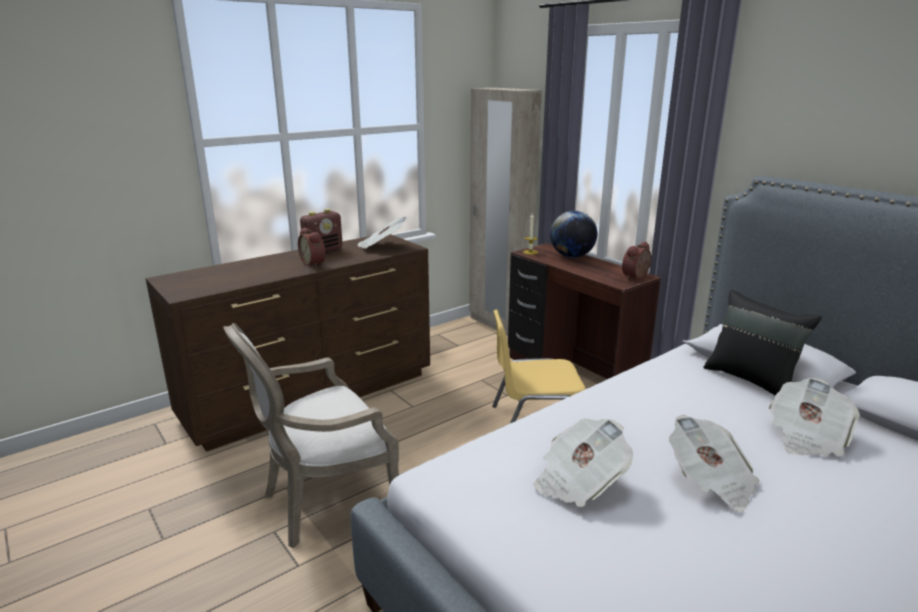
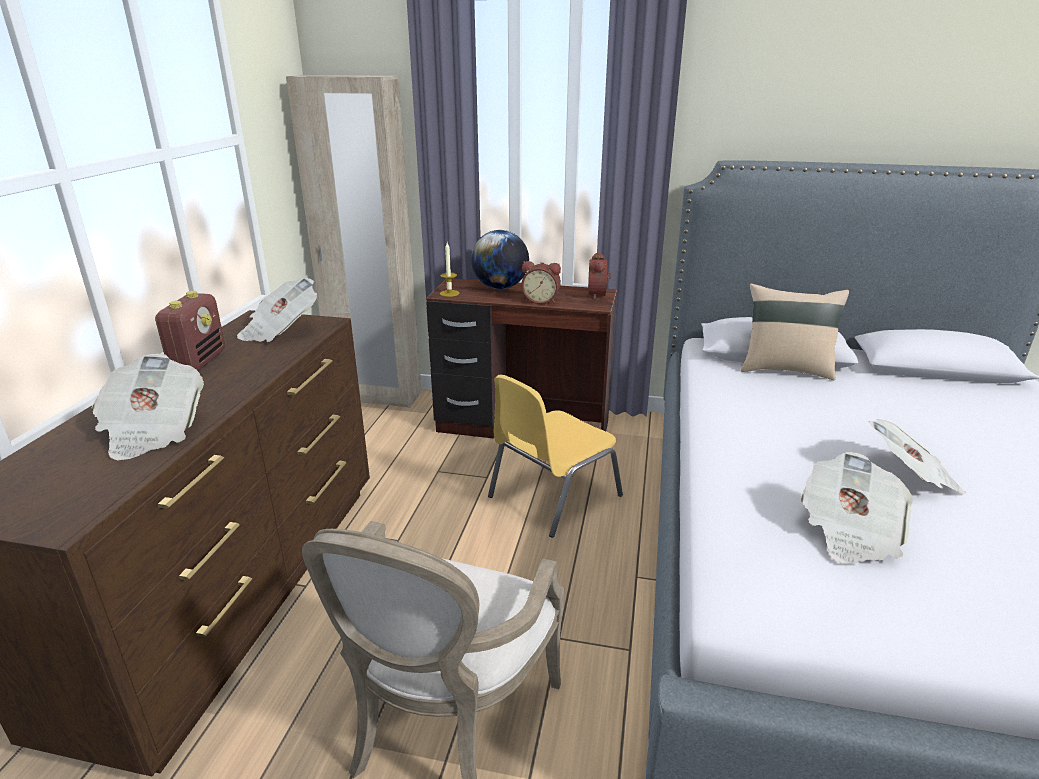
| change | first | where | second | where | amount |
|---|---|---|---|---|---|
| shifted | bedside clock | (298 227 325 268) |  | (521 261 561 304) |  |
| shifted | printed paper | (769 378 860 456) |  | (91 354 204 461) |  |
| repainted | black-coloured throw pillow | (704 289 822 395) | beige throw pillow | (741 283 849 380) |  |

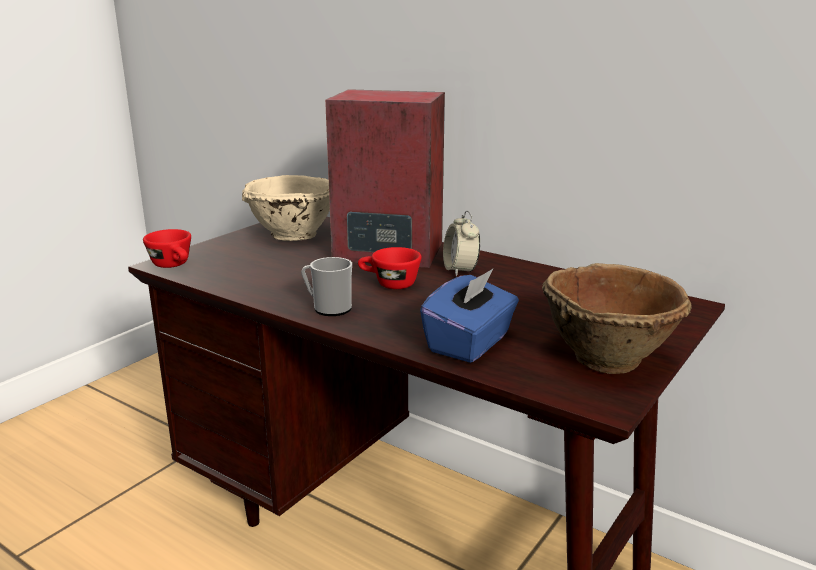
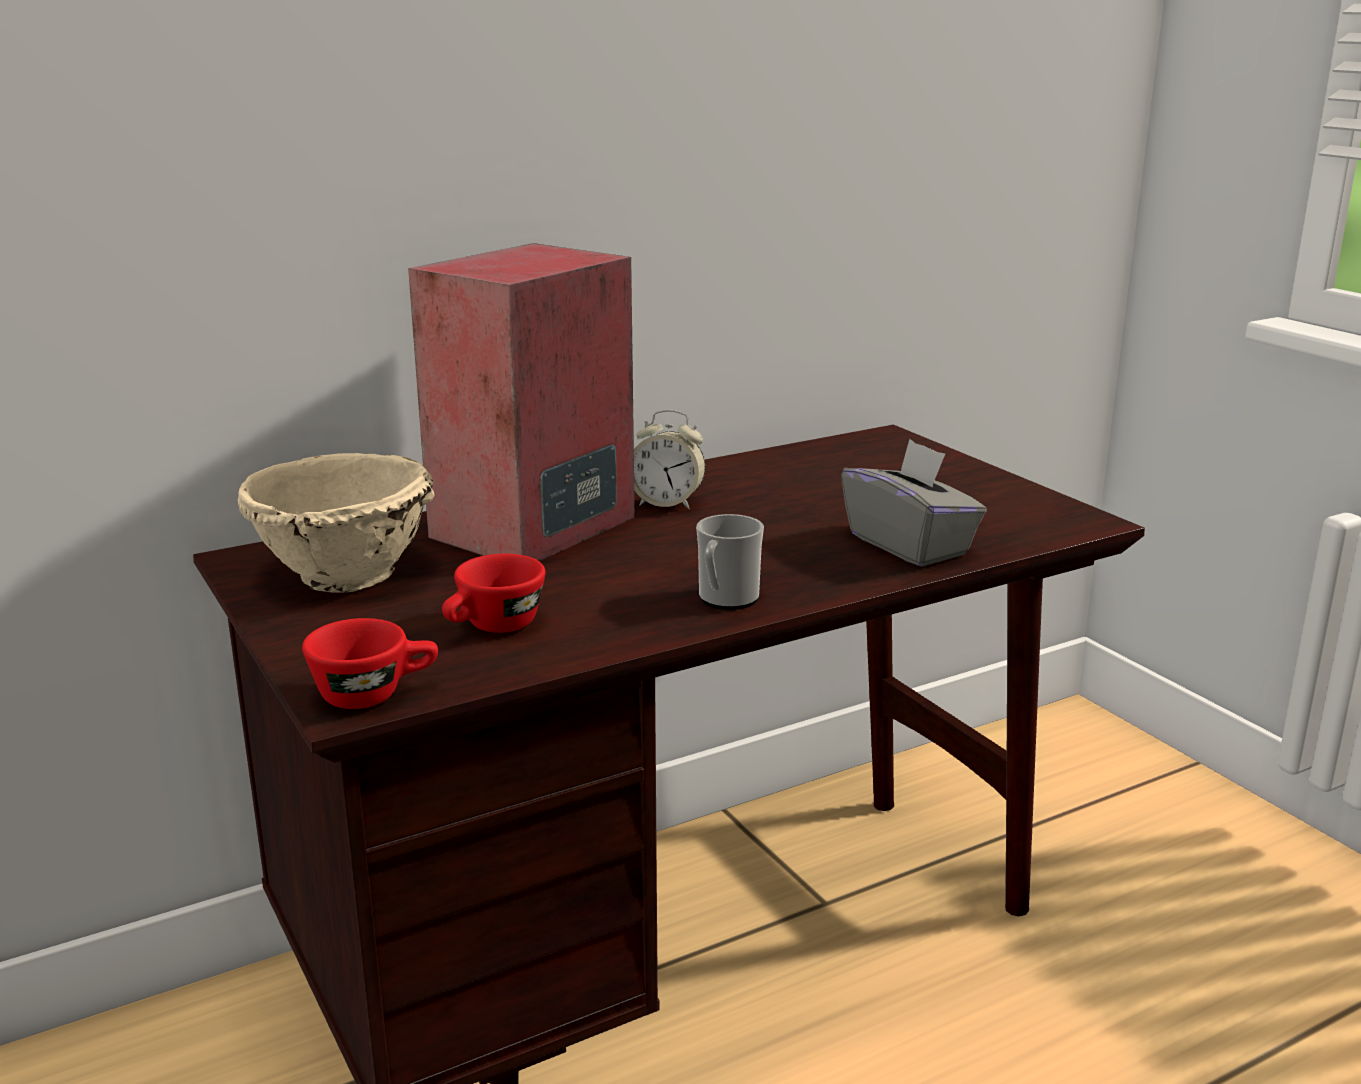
| change | first | where | second | where | amount |
|---|---|---|---|---|---|
| gone | brown-coloured deep dish | (542 263 692 374) |  |  |  |
| shifted | red drinking cup | (358 247 421 289) |  | (442 554 545 633) |  |
| repainted | blue box of tissues | (420 268 519 363) | grey box of tissues | (841 439 987 567) |  |

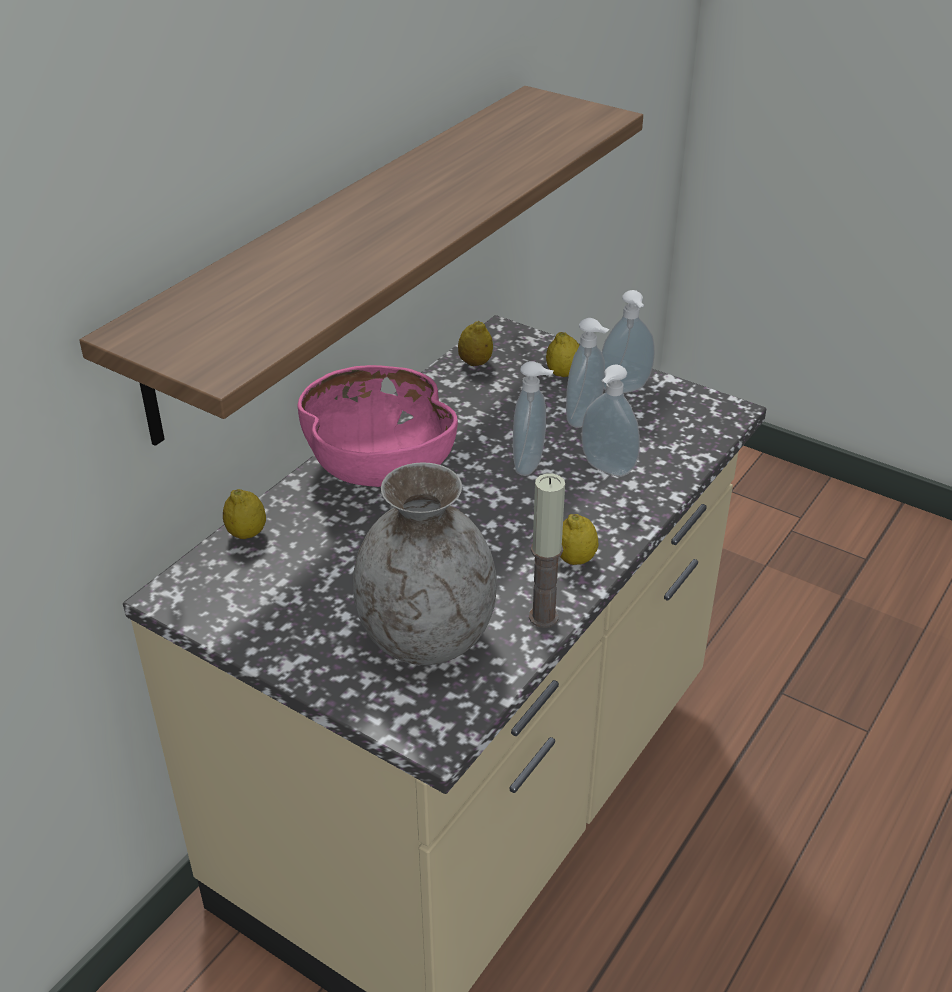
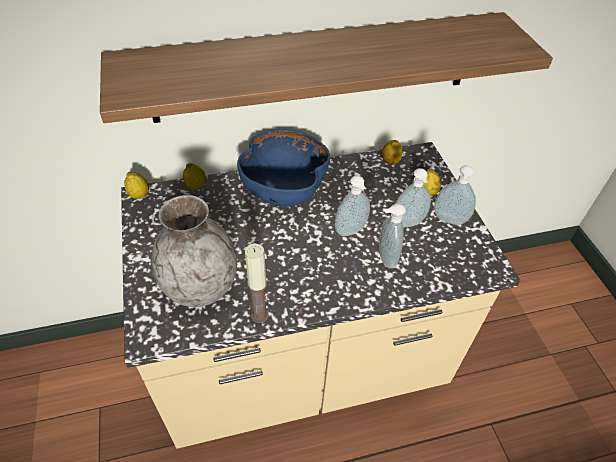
| change | first | where | second | where | amount |
|---|---|---|---|---|---|
| shifted | lemon | (560 514 598 565) |  | (124 171 149 199) |  |
| repainted | pink deep dish | (297 365 458 487) | blue deep dish | (237 129 330 207) |  |

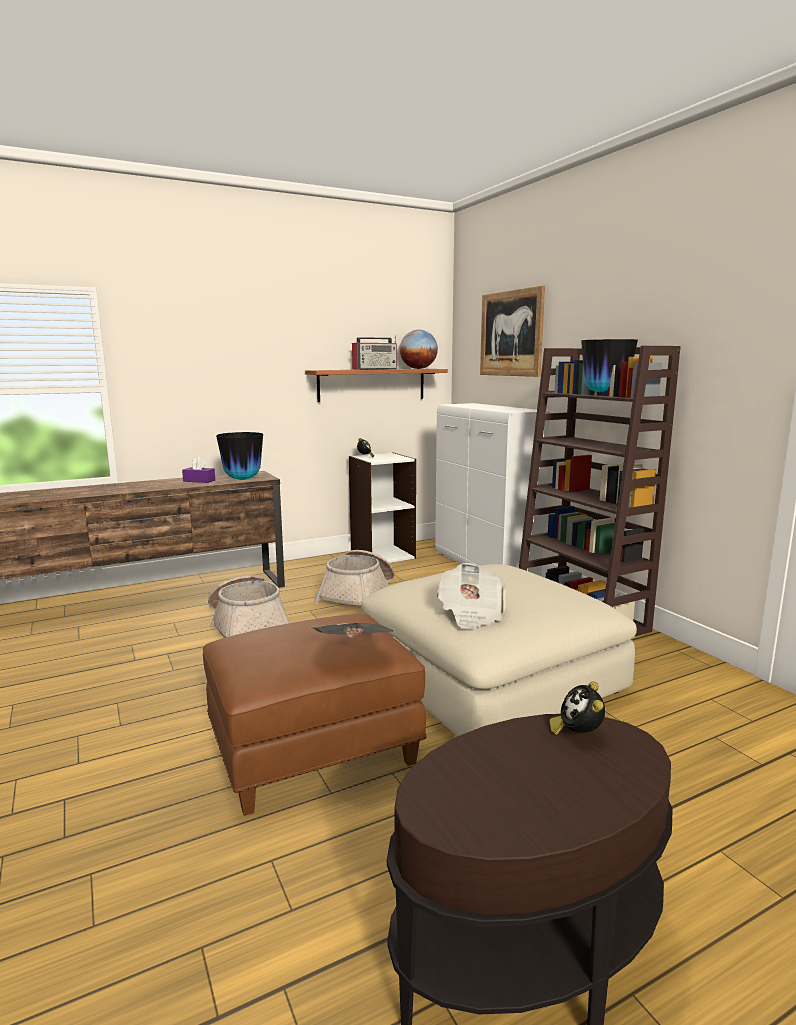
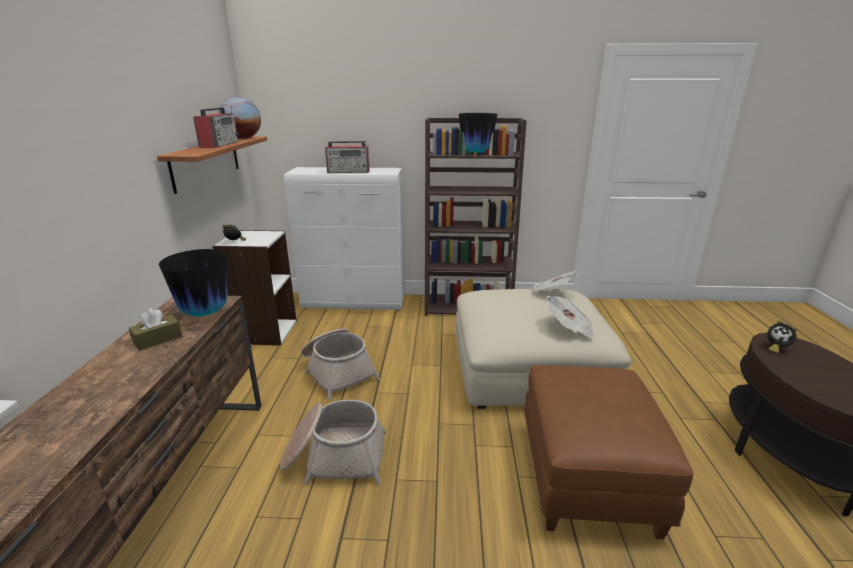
| change | first | where | second | where | amount |
|---|---|---|---|---|---|
| gone | picture | (480 286 545 377) |  |  |  |
| new |  |  | radio receiver | (325 140 370 173) |  |
| shifted | printed paper | (310 623 393 638) |  | (533 271 579 292) |  |
| repainted | purple box of tissues | (182 457 215 483) | brown-coloured box of tissues | (129 308 182 351) |  |

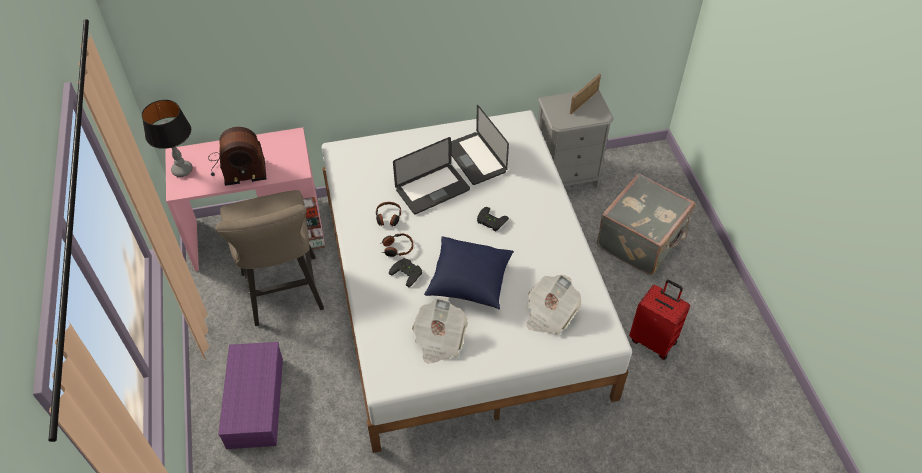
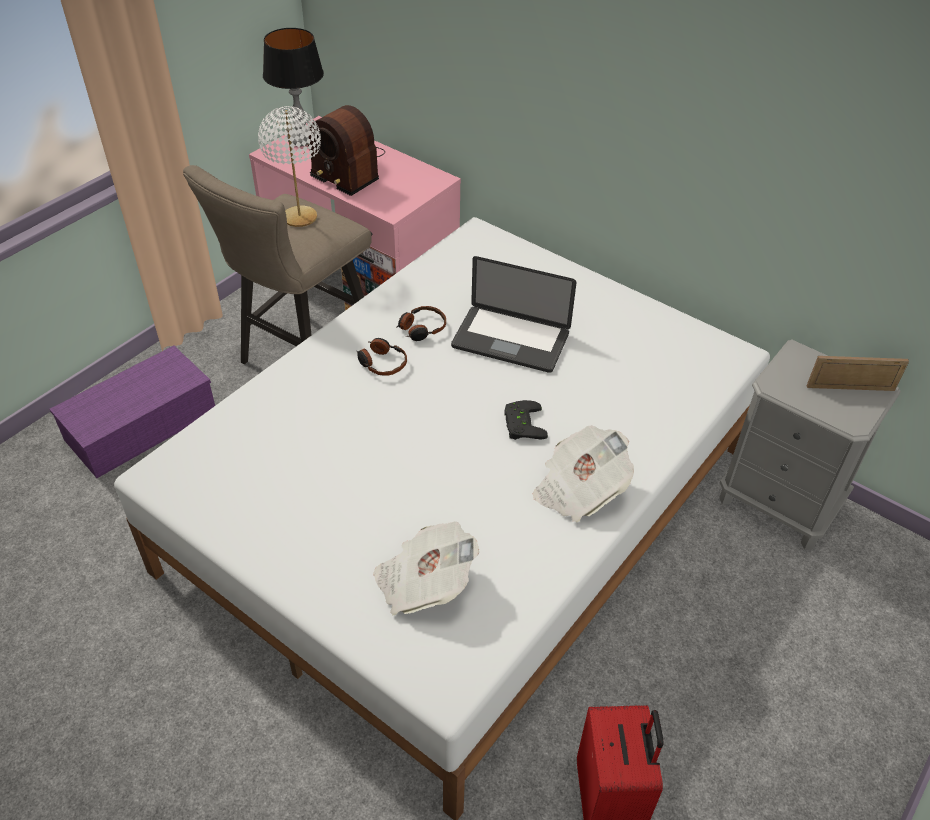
| change | first | where | second | where | amount |
|---|---|---|---|---|---|
| gone | black-coloured gamepad | (389 258 422 287) |  |  |  |
| gone | blue throw pillow | (424 236 514 310) |  |  |  |
| gone | notebook computer | (451 105 509 185) |  |  |  |
| gone | grey travel case | (597 173 695 275) |  |  |  |
| new |  |  | whitish table lamp | (258 106 321 227) |  |
| shifted | printed paper | (412 298 468 364) |  | (533 425 634 522) |  |

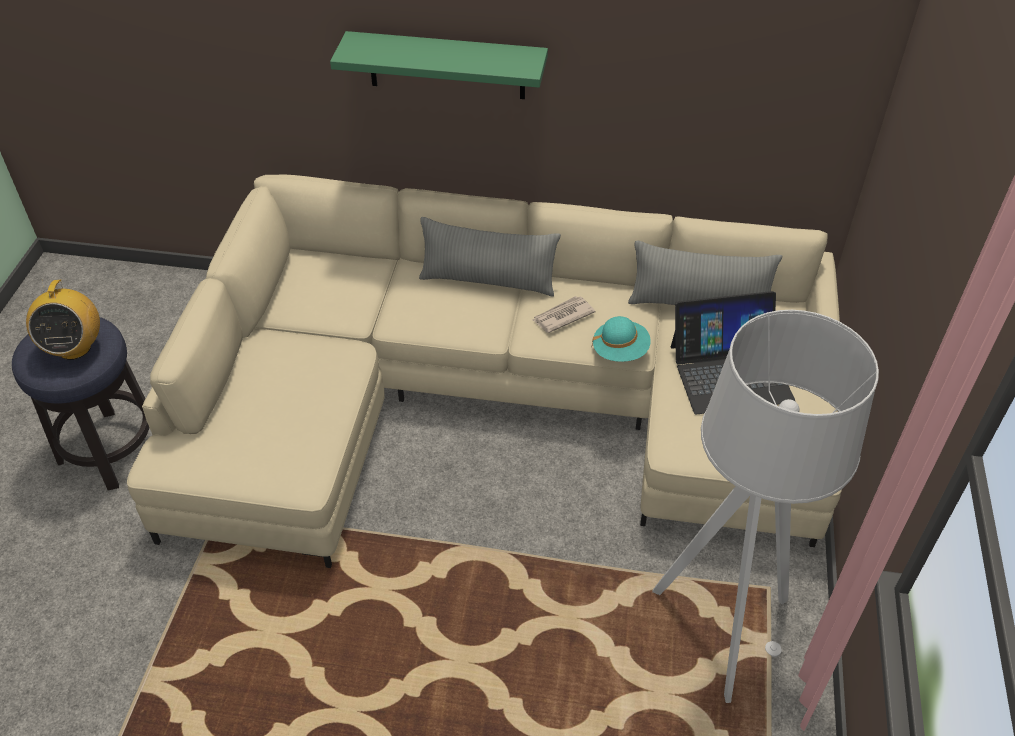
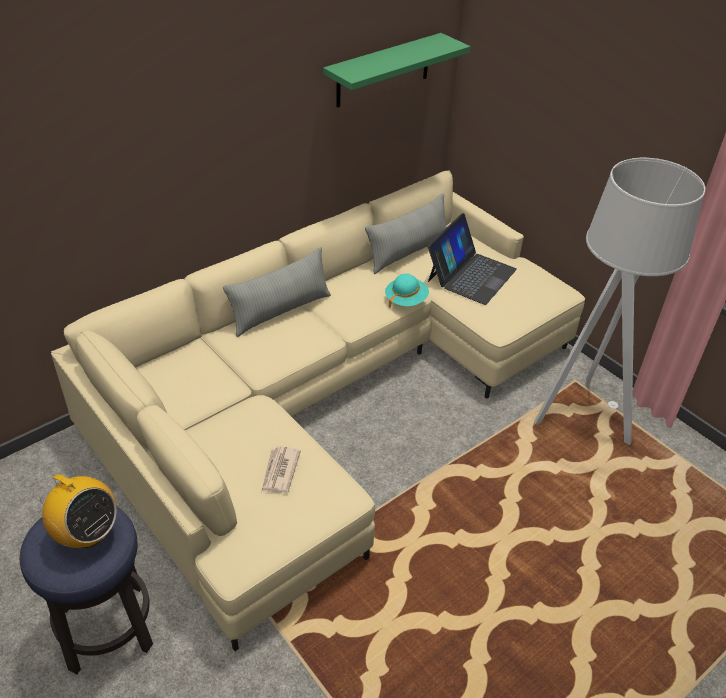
| change | first | where | second | where | amount |
|---|---|---|---|---|---|
| shifted | green-coloured bracket shelf | (330 31 548 99) |  | (323 33 470 108) |  |
| shifted | printed paper | (533 296 595 333) |  | (261 446 301 493) |  |

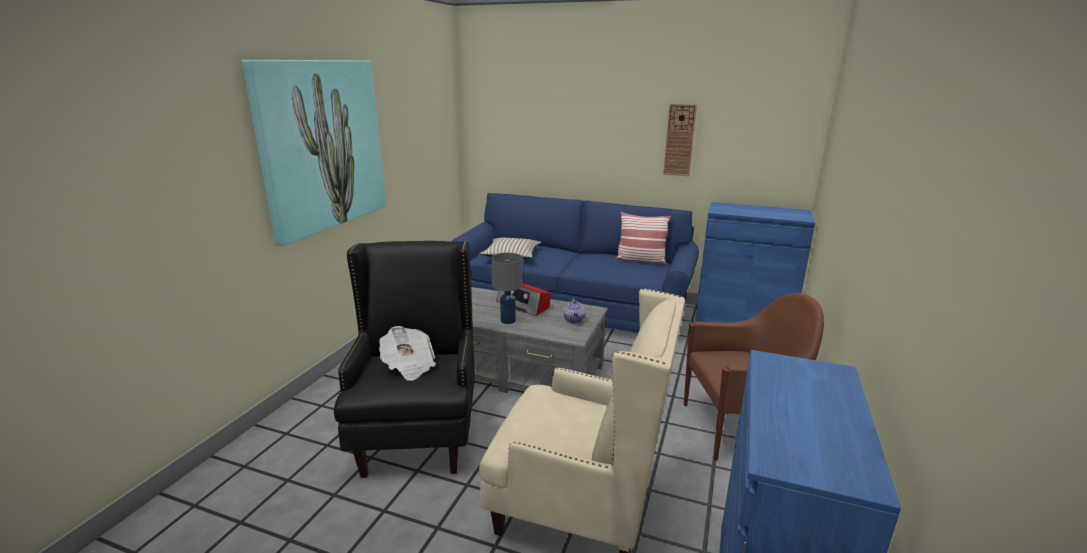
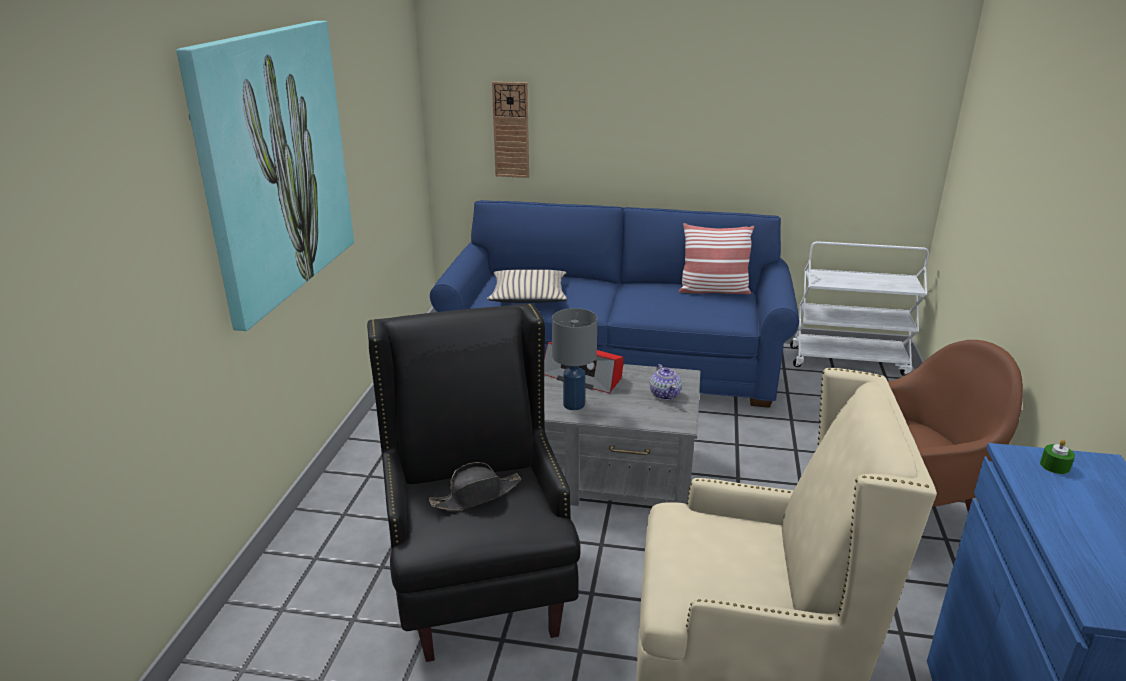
| change | first | where | second | where | amount |
|---|---|---|---|---|---|
| new |  |  | green-coloured candle | (1040 439 1075 474) |  |
| shifted | clock on the wall | (663 104 697 176) |  | (492 82 529 178) |  |
| swapped | printed paper | (379 326 436 381) | black-coloured hat | (429 462 522 510) |  |
| swapped | blue cupboard | (695 202 815 323) | whitish trolley | (790 241 929 376) |  |

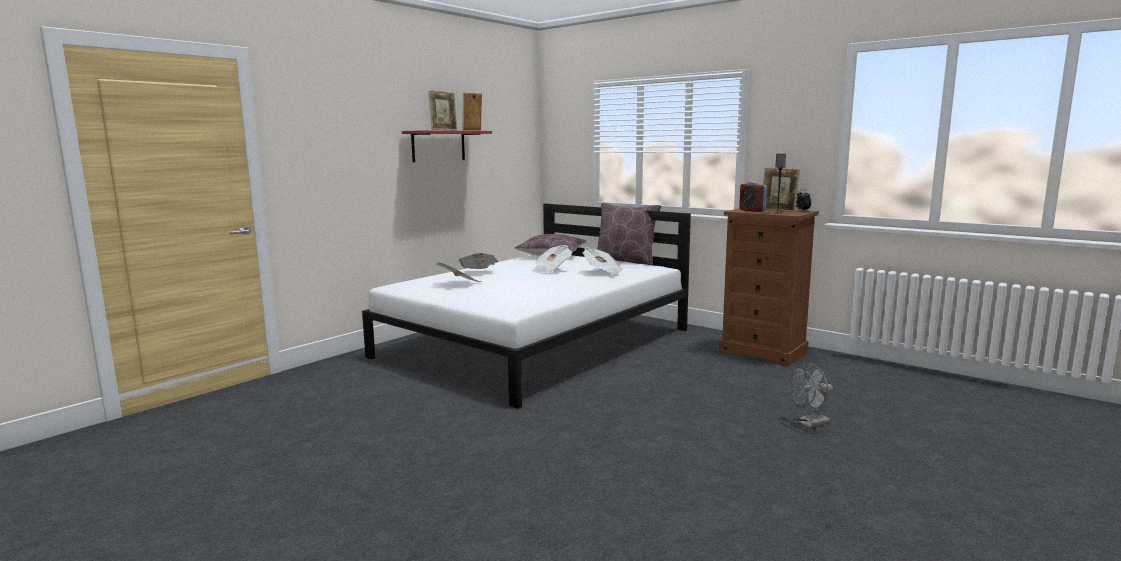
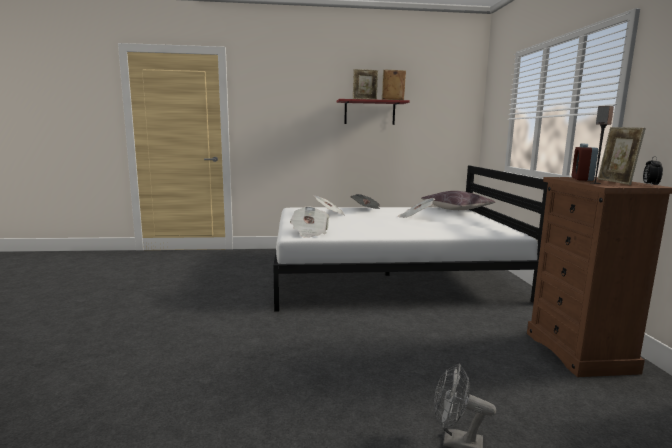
| change | first | where | second | where | amount |
|---|---|---|---|---|---|
| gone | brown-coloured throw pillow | (597 203 661 265) |  |  |  |
| shifted | printed paper | (582 247 623 275) |  | (290 206 329 238) |  |

